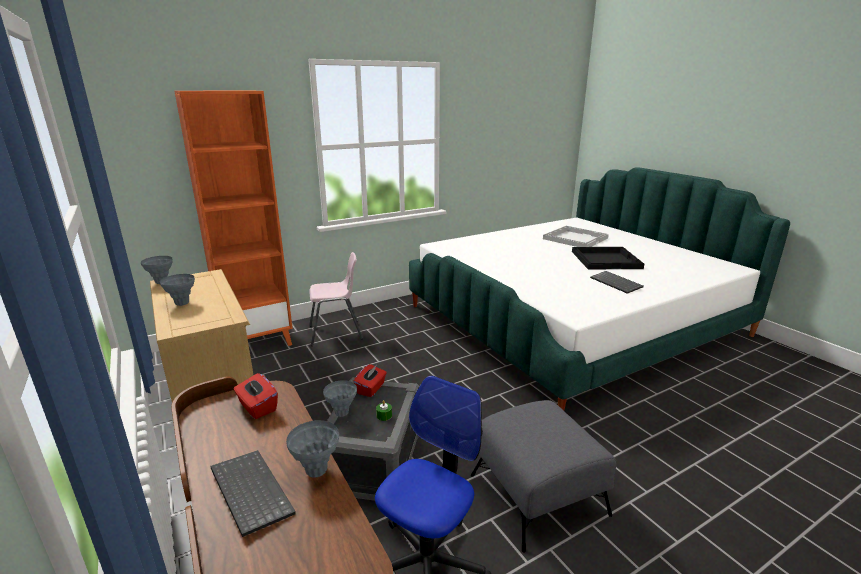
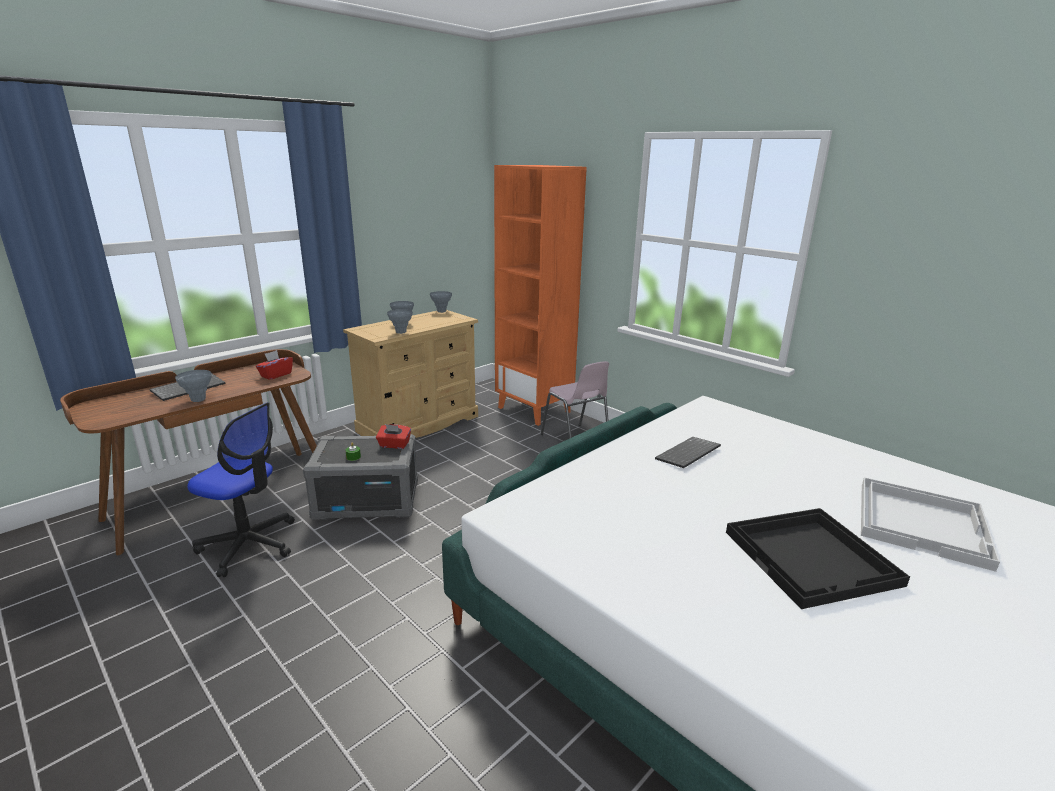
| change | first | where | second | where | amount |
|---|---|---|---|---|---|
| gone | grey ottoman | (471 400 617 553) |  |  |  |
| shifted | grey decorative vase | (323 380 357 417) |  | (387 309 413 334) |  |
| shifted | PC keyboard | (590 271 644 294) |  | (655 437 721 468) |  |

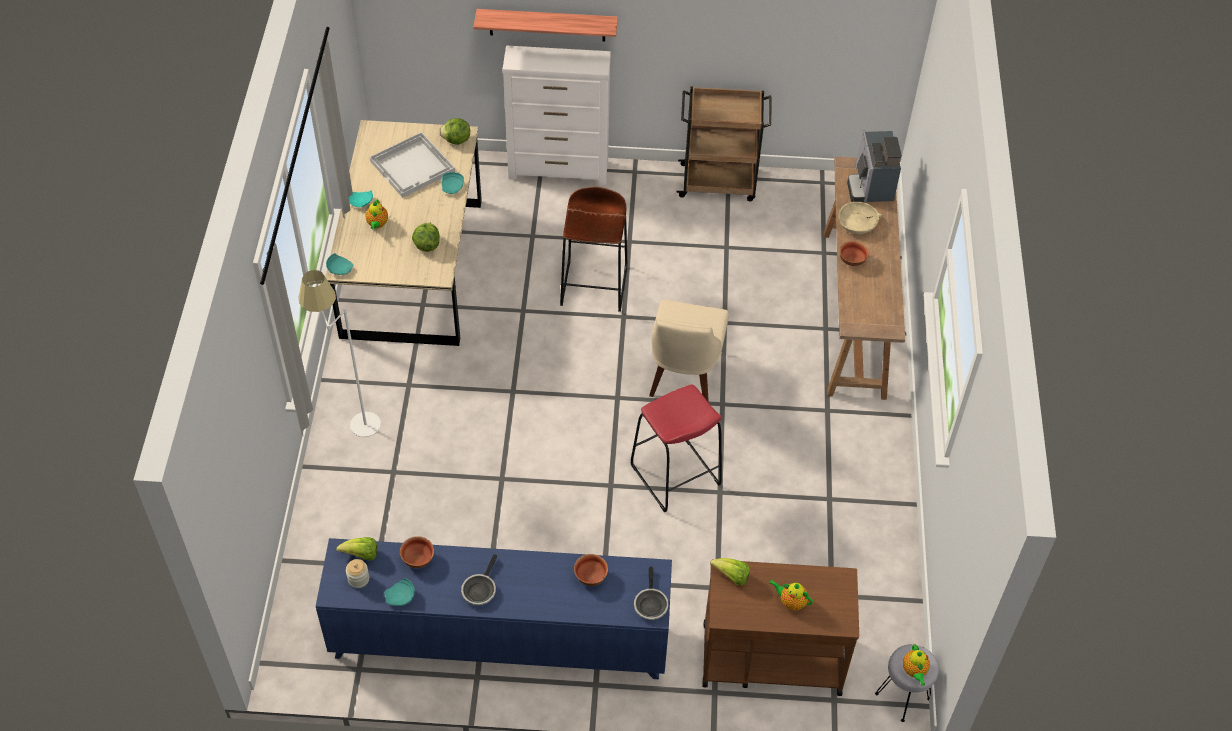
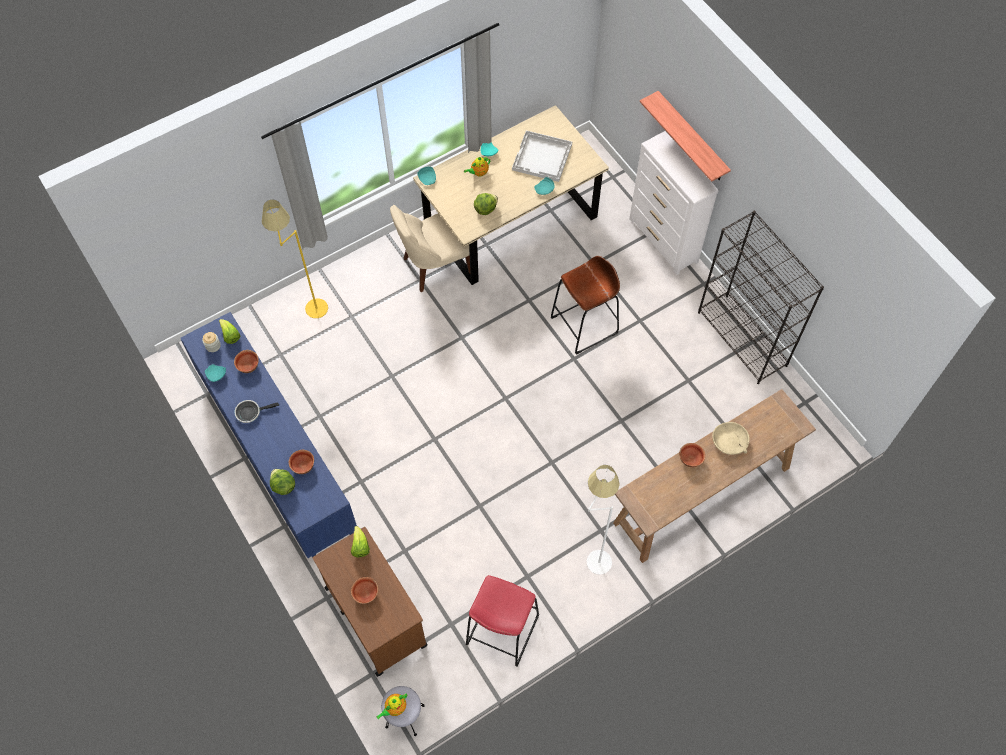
| change | first | where | second | where | amount |
|---|---|---|---|---|---|
| gone | pan | (634 566 668 620) |  |  |  |
| gone | coffee machine | (847 131 902 203) |  |  |  |
| new |  |  | yellow standing lamp | (262 199 328 318) |  |
| shifted | whitish standing lamp | (299 270 381 437) |  | (587 465 620 575) |  |
| shifted | lettuce | (439 118 470 145) |  | (270 469 295 495) |  |
| shifted | red stool seat | (630 384 722 512) |  | (466 575 539 666) |  |
| shifted | beige chair | (649 299 729 403) |  | (390 205 470 292) |  |
| swapped | brown-coloured trolley | (676 86 771 201) | black-coloured bookcase | (698 211 824 384) |  |
| swapped | tea pot | (769 580 813 610) | deep dish | (351 577 378 604) |  |

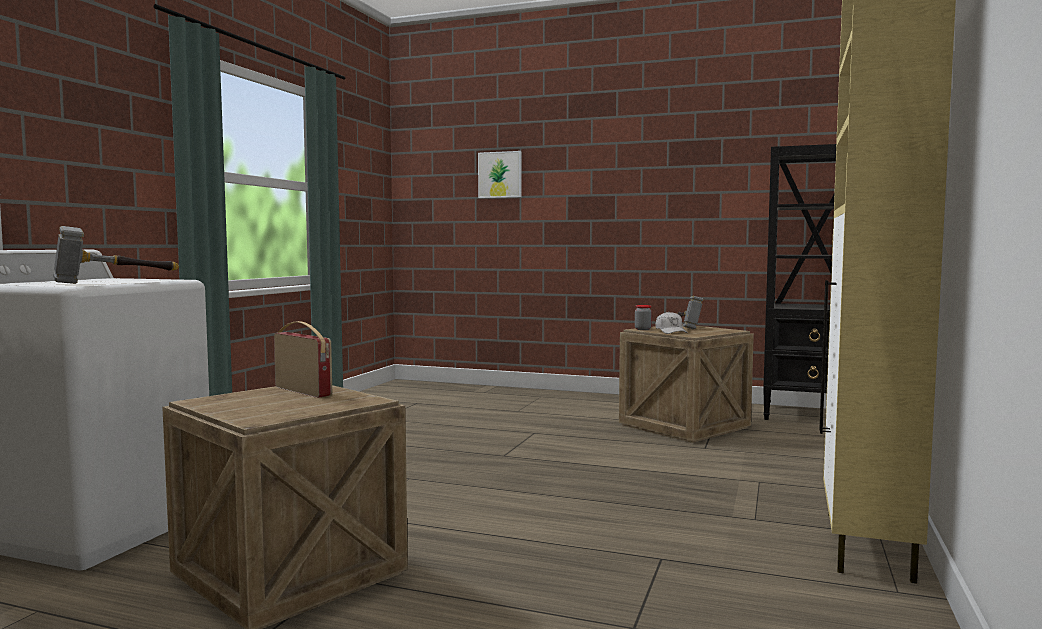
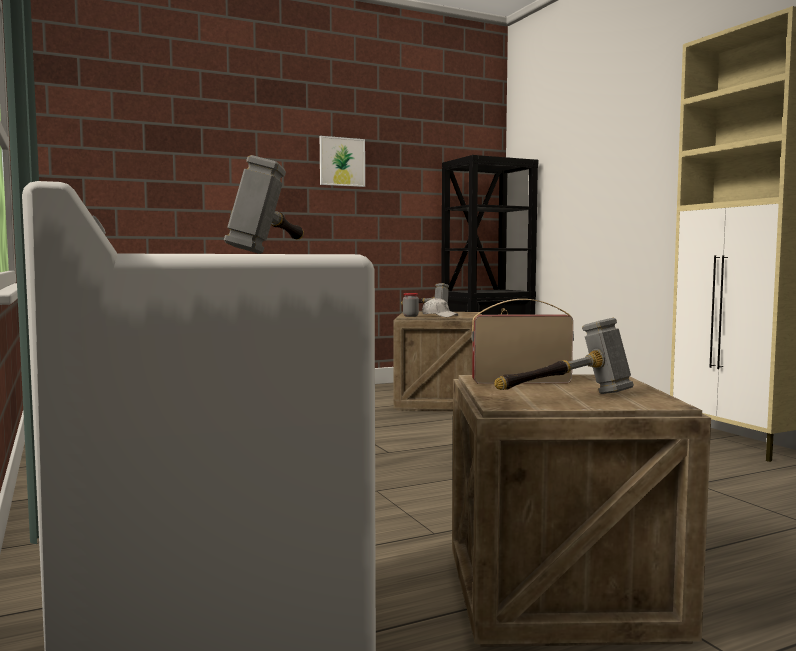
| change | first | where | second | where | amount |
|---|---|---|---|---|---|
| new |  |  | hand hammer | (494 318 634 394) |  |
| shifted | picture | (478 151 521 198) |  | (320 136 365 187) |  |

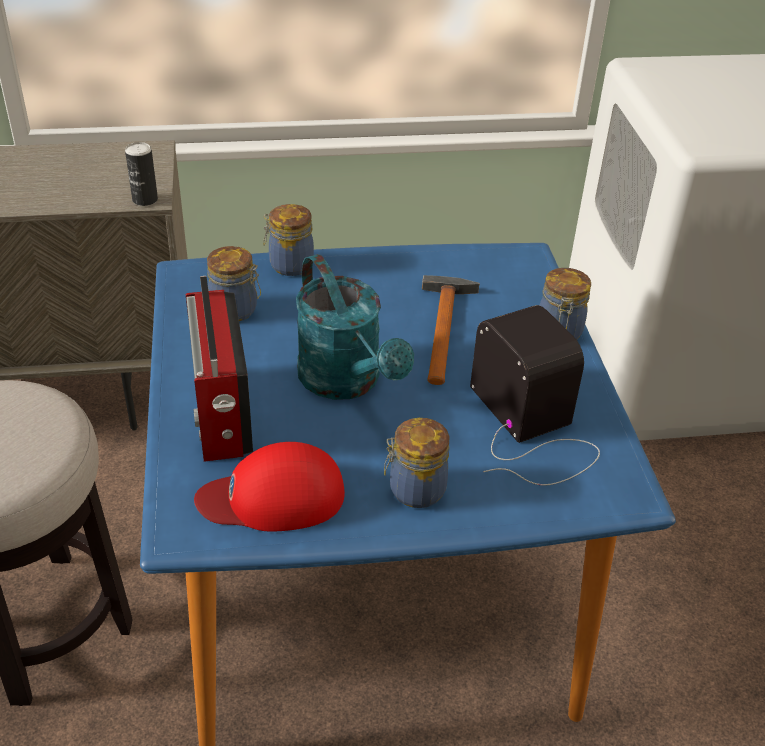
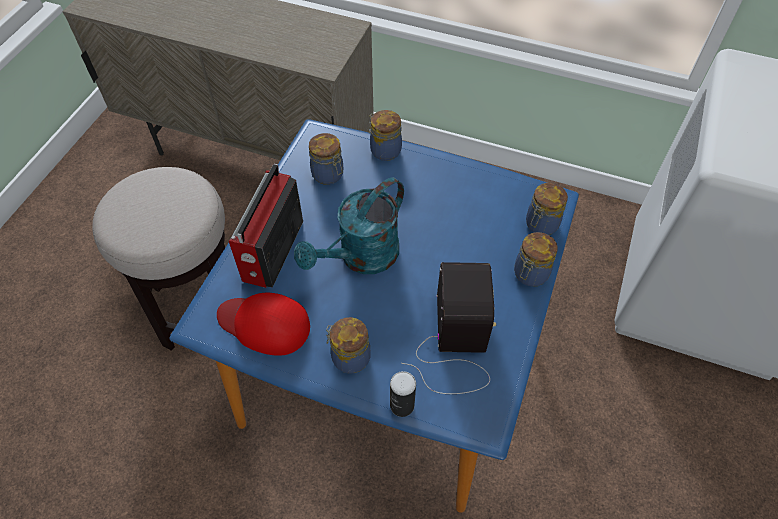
| change | first | where | second | where | amount |
|---|---|---|---|---|---|
| gone | hand hammer | (422 275 479 385) |  |  |  |
| new |  |  | preserve jar | (526 183 568 235) |  |
| shifted | sealed can | (125 142 158 206) |  | (390 371 416 417) |  |
| rotated | turquoise watering can | (296 254 414 400) |  | (294 177 404 274) | 45 degrees clockwise |

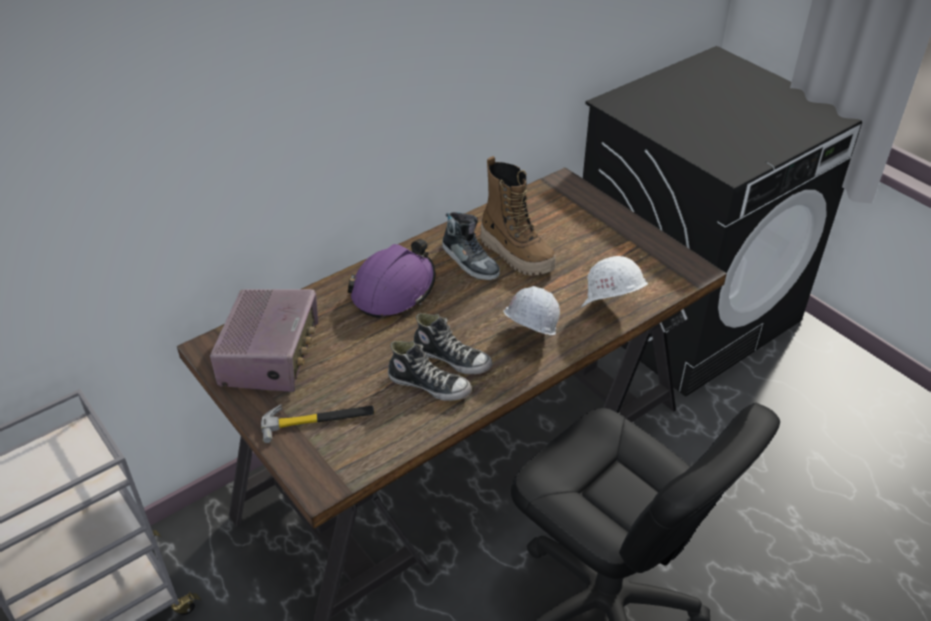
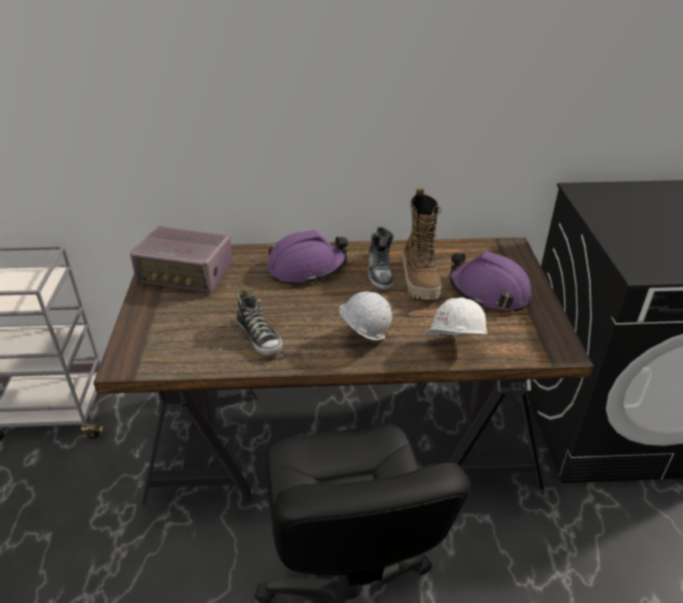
| change | first | where | second | where | amount |
|---|---|---|---|---|---|
| gone | hand hammer | (261 404 374 443) |  |  |  |
| gone | low shoe | (413 313 492 374) |  |  |  |
| new |  |  | purple safety helmet | (449 251 532 312) |  |
| rotated | radio receiver | (210 289 318 392) |  | (130 226 233 293) | 60 degrees clockwise |

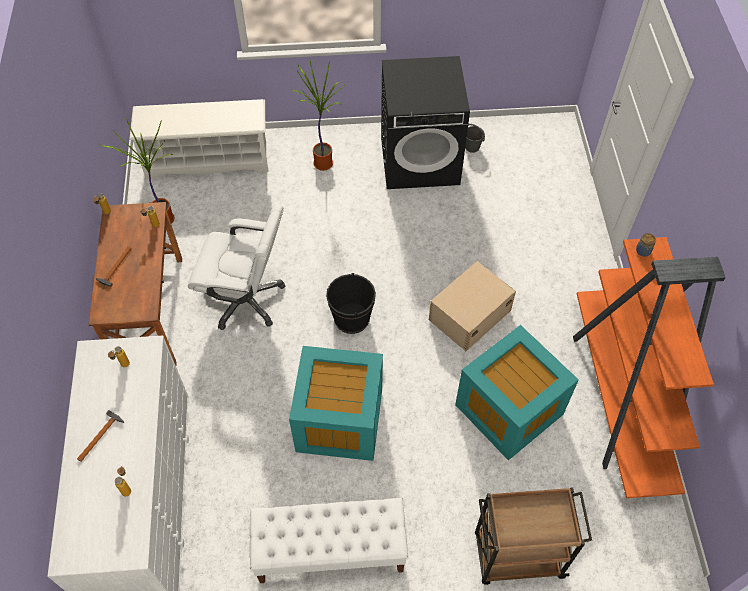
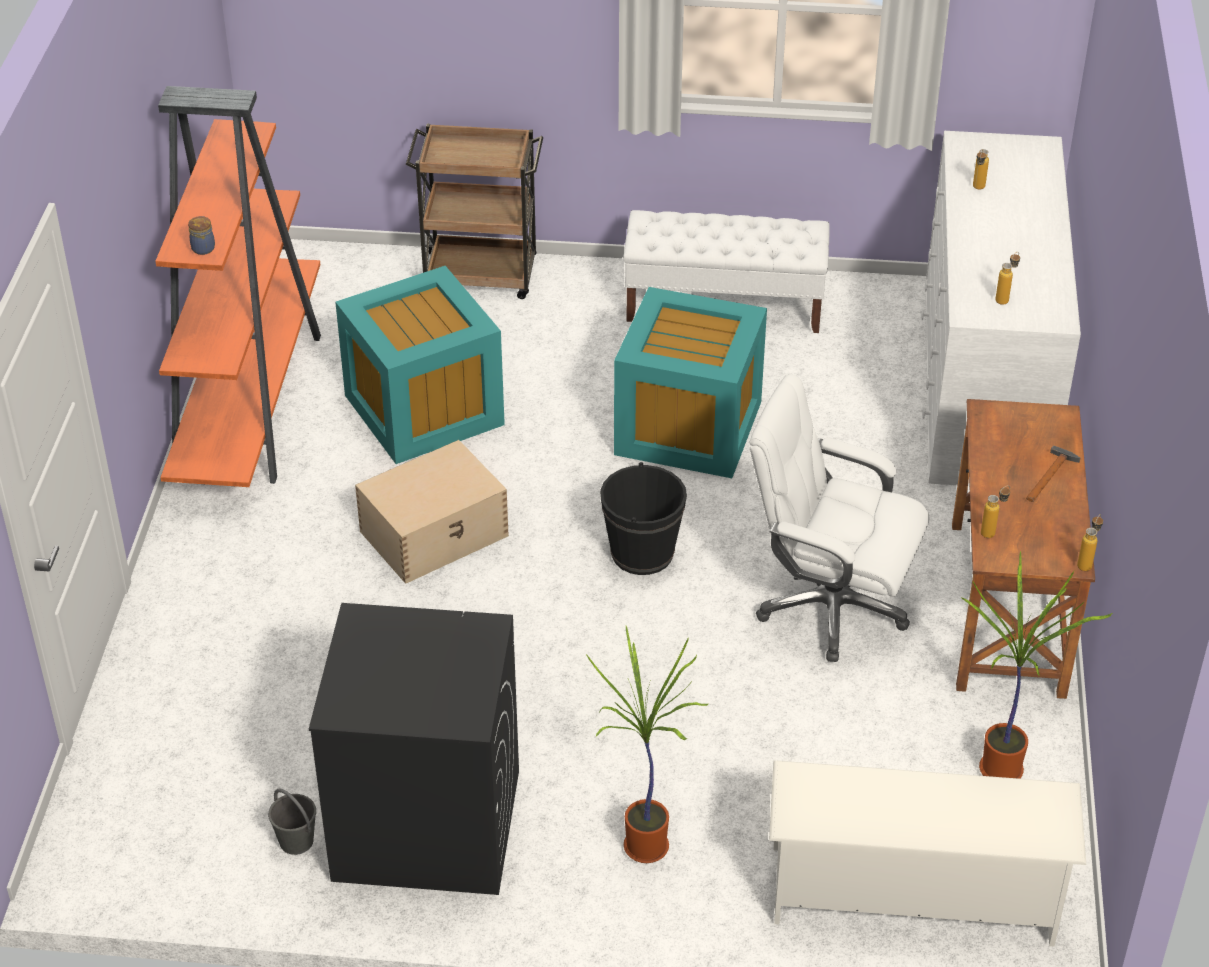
| change | first | where | second | where | amount |
|---|---|---|---|---|---|
| gone | hand hammer | (77 410 124 462) |  |  |  |

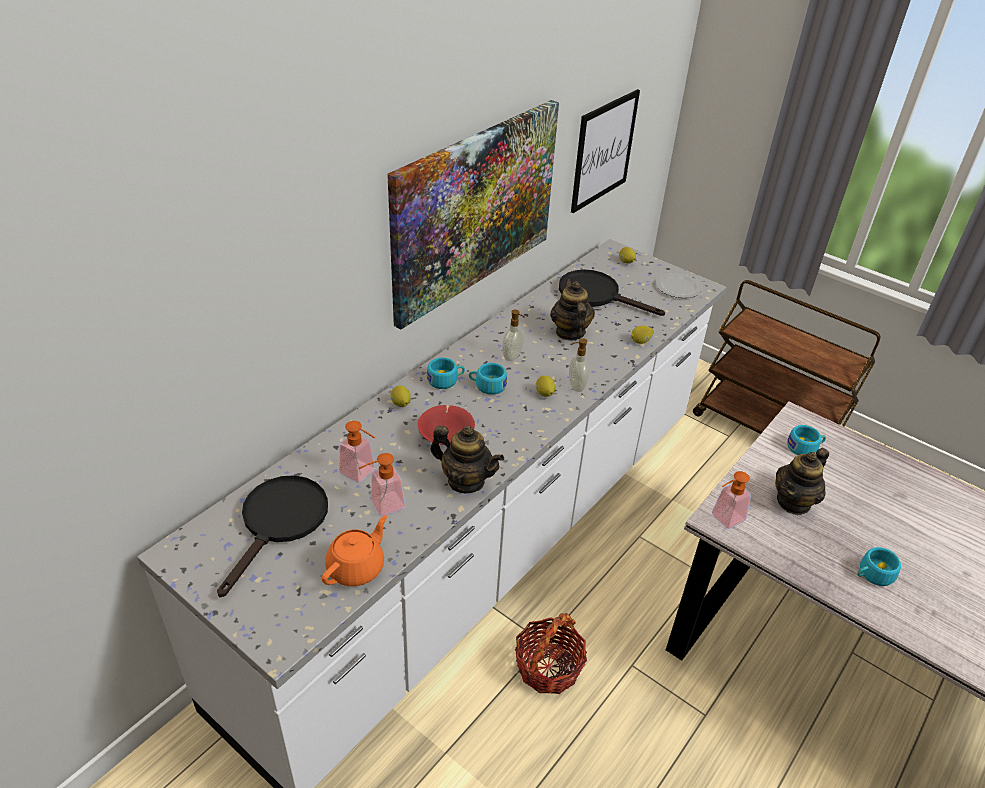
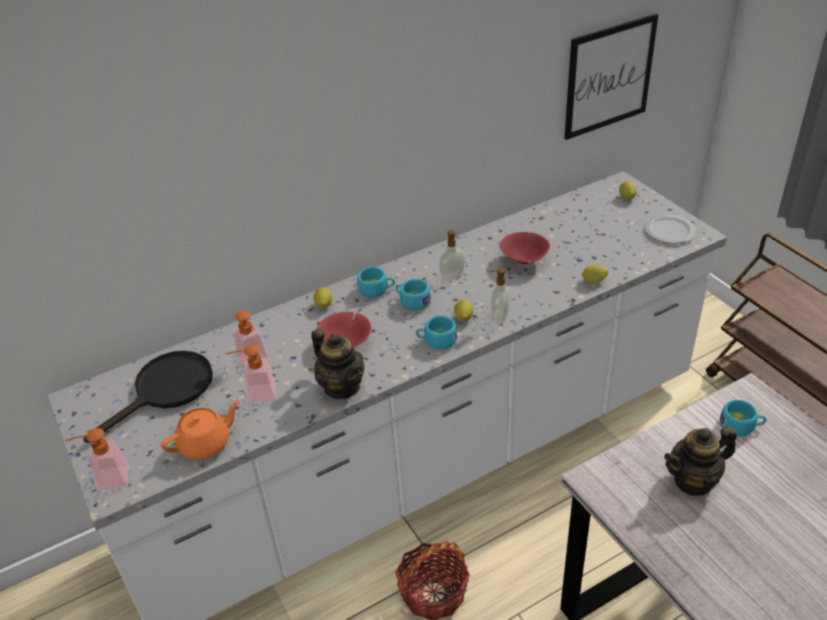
| change | first | where | second | where | amount |
|---|---|---|---|---|---|
| gone | picture | (387 100 559 329) |  |  |  |
| gone | black-coloured pan | (559 269 665 316) |  |  |  |
| shifted | soap dispenser | (712 471 751 529) |  | (65 428 129 491) |  |
| shifted | turquoise drinking cup | (857 547 901 586) |  | (416 316 457 350) |  |
| swapped | tea pot | (550 279 595 341) | red deep dish | (500 232 550 264) |  |

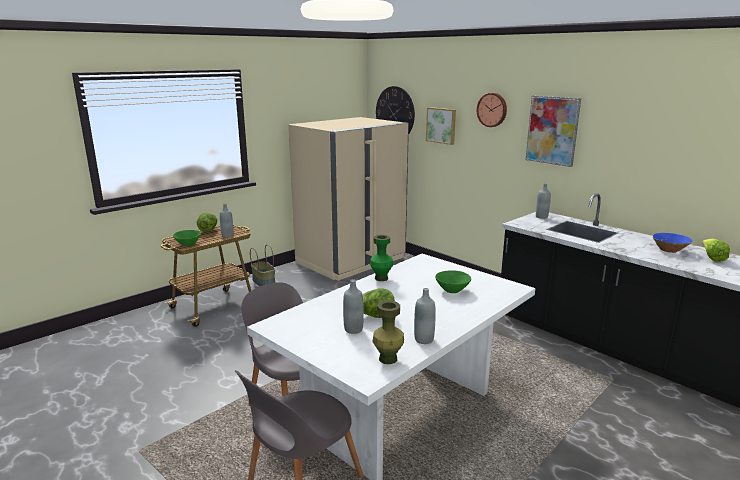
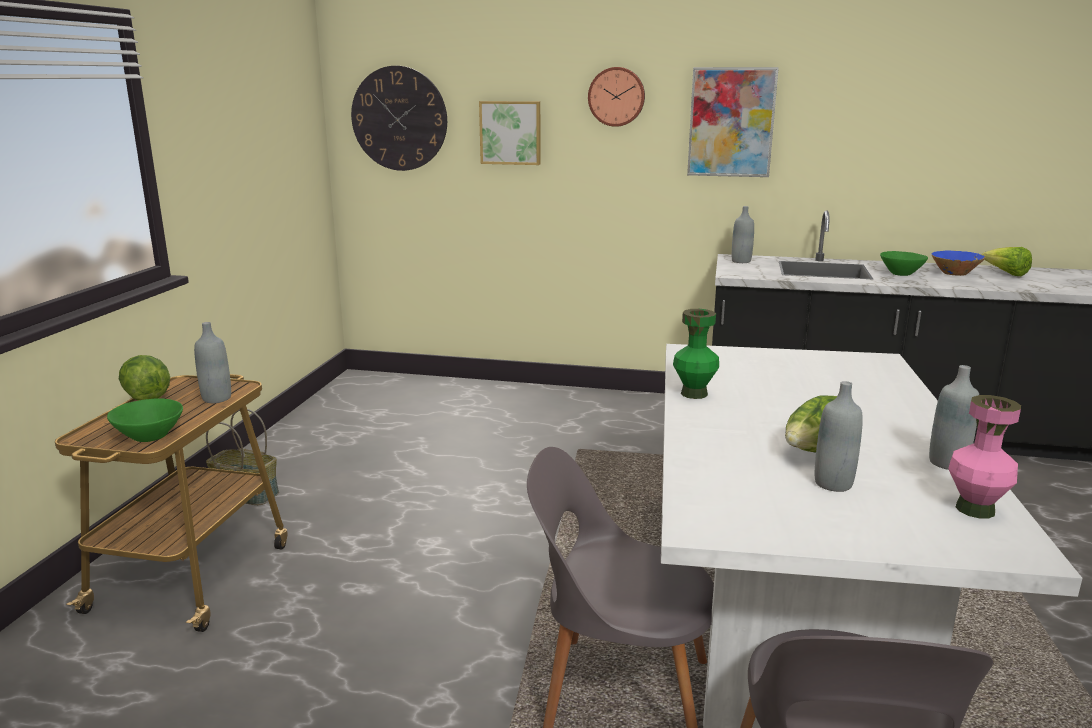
| change | first | where | second | where | amount |
|---|---|---|---|---|---|
| gone | beige kitchen fridge | (288 117 409 281) |  |  |  |
| shifted | green-coloured deep dish | (435 270 471 293) |  | (880 251 928 276) |  |
| repainted | green-coloured decorative vase | (373 301 404 364) | pink decorative vase | (948 395 1021 518) |  |

